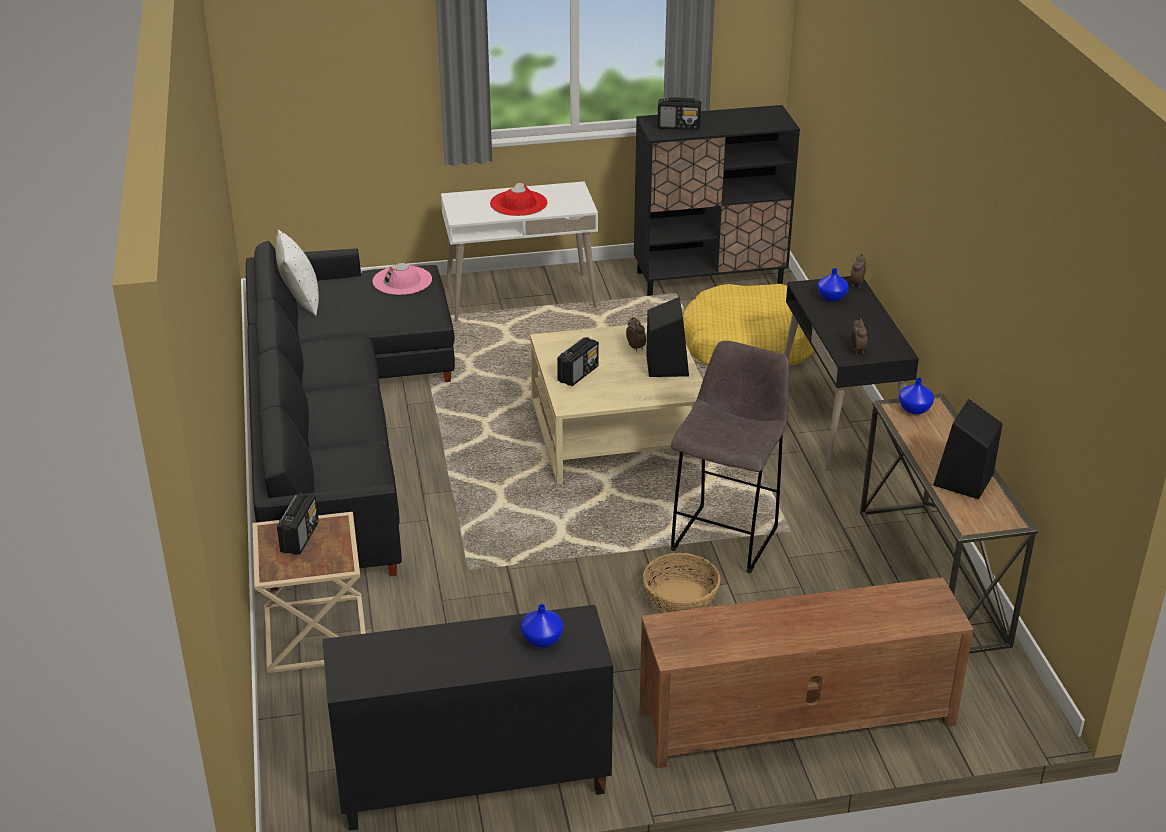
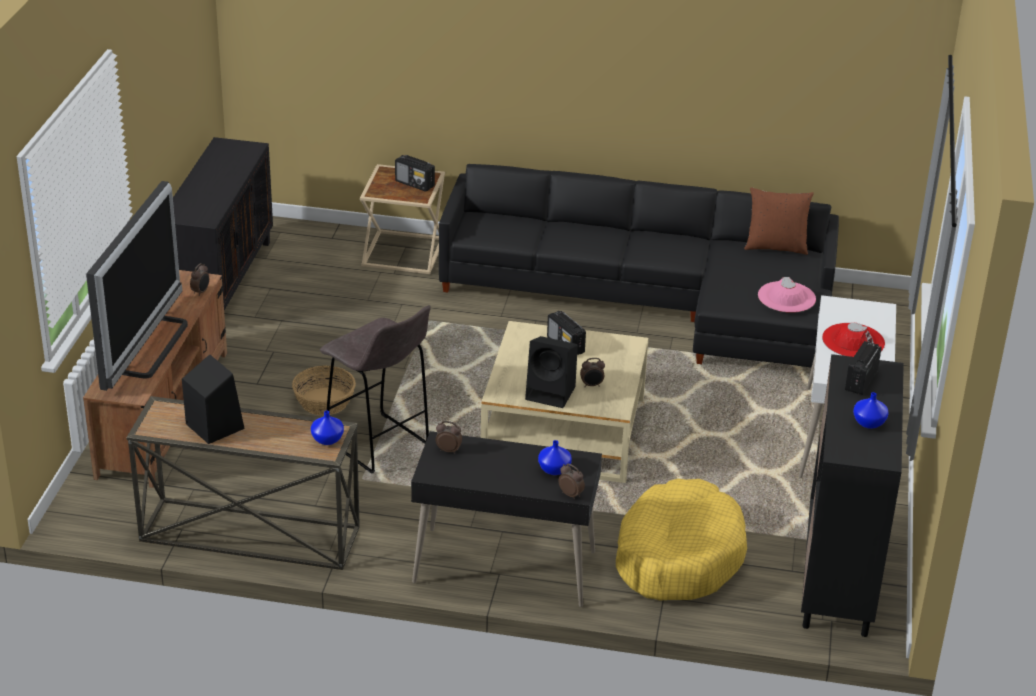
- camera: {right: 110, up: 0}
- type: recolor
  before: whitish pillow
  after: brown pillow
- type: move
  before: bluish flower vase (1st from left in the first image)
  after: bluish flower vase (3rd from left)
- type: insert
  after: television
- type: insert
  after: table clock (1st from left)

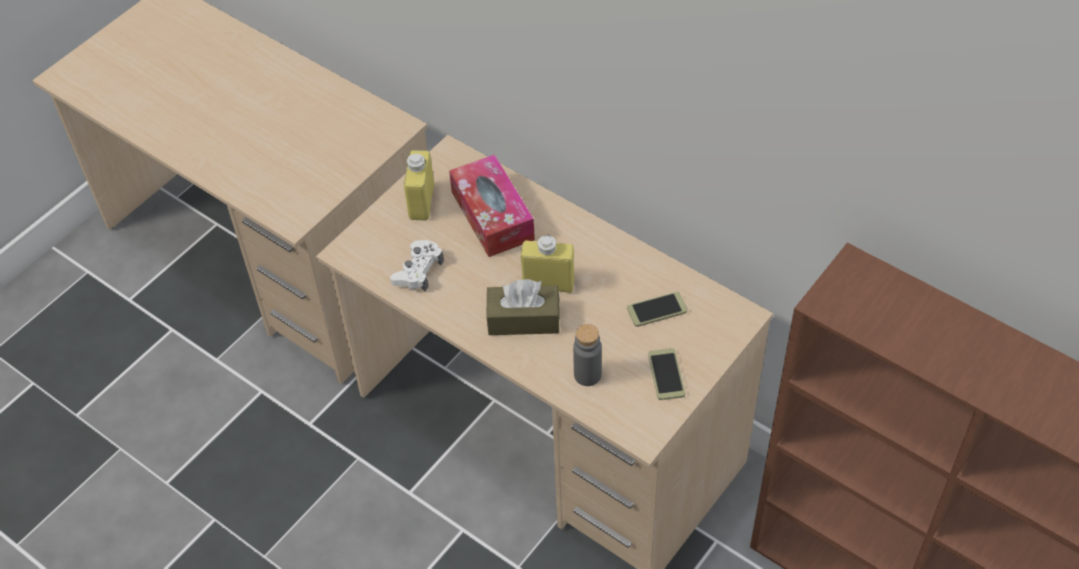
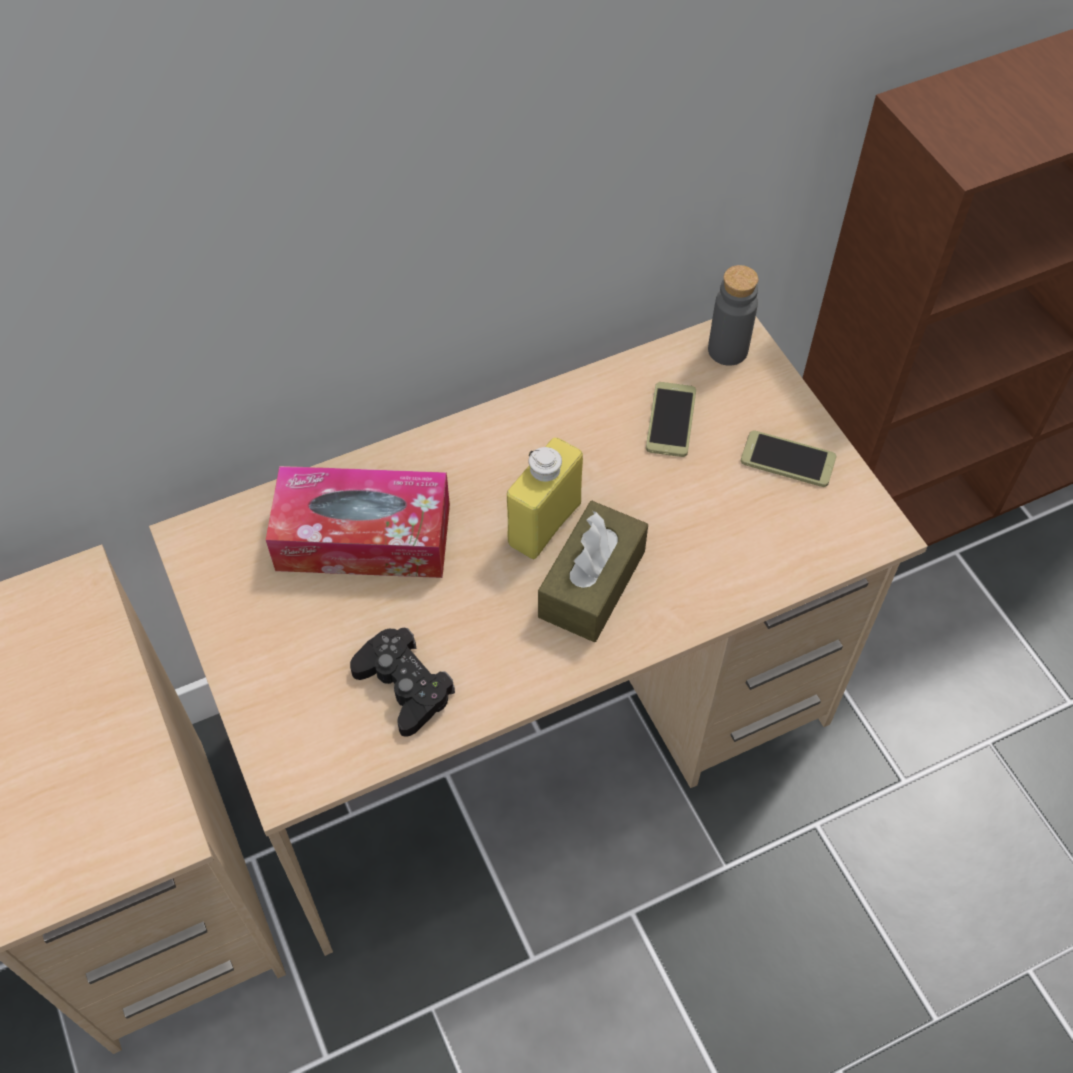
- camera: {right: -65, up: 5}
- type: delete
  before: yellow-coloured bottle (1st from left)
- type: recolor
  before: whitish joypad
  after: blackish joypad
- type: move
  before: greyish bottle

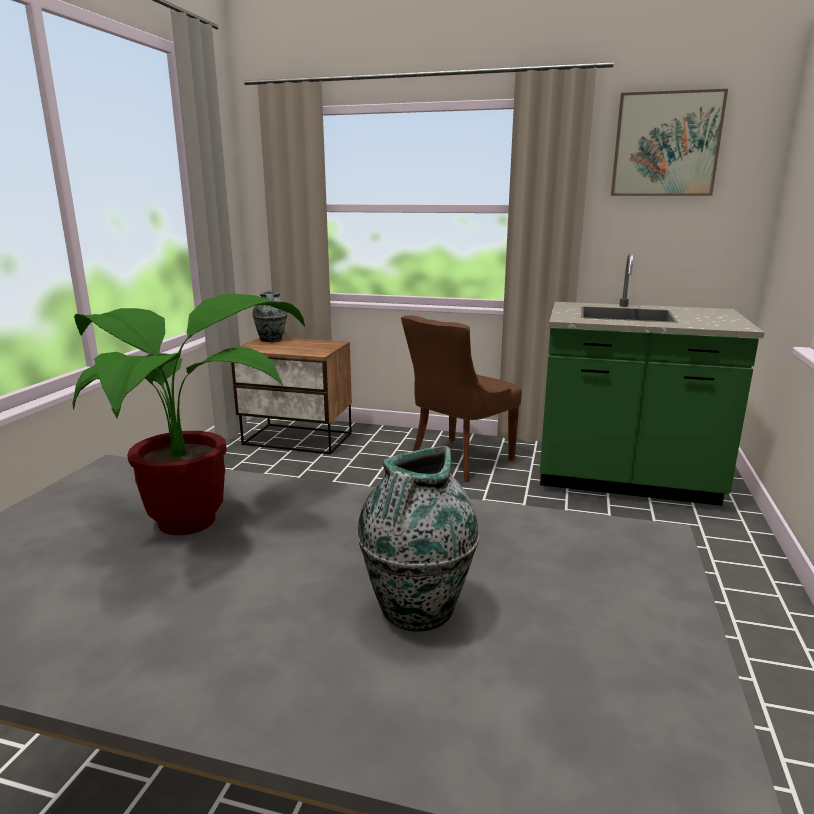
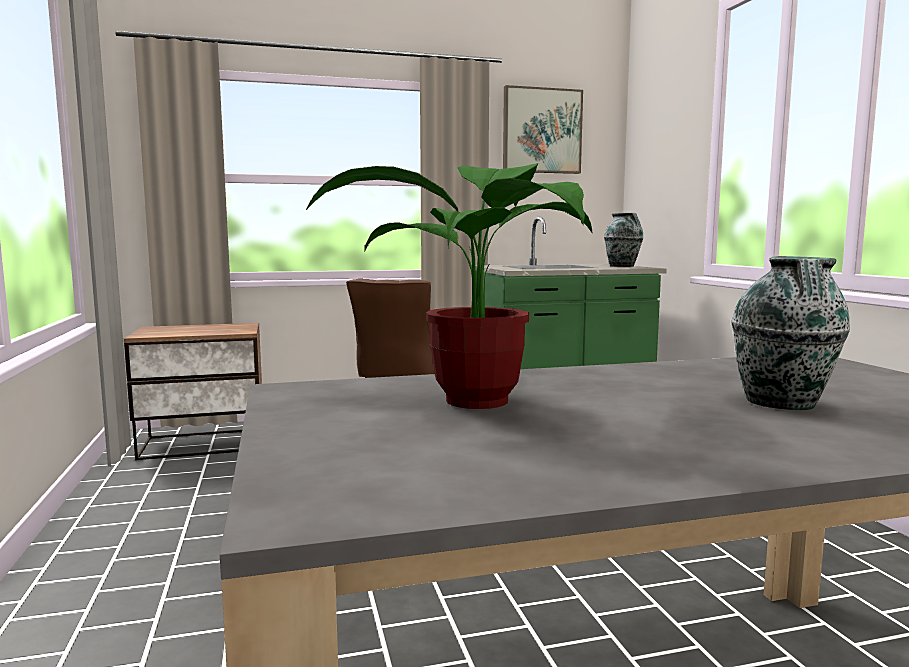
- camera: {right: -30, up: -10}
- type: move
  before: flower vase (1st from left)

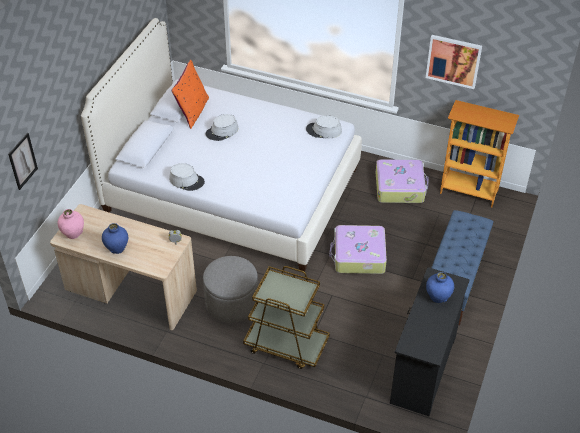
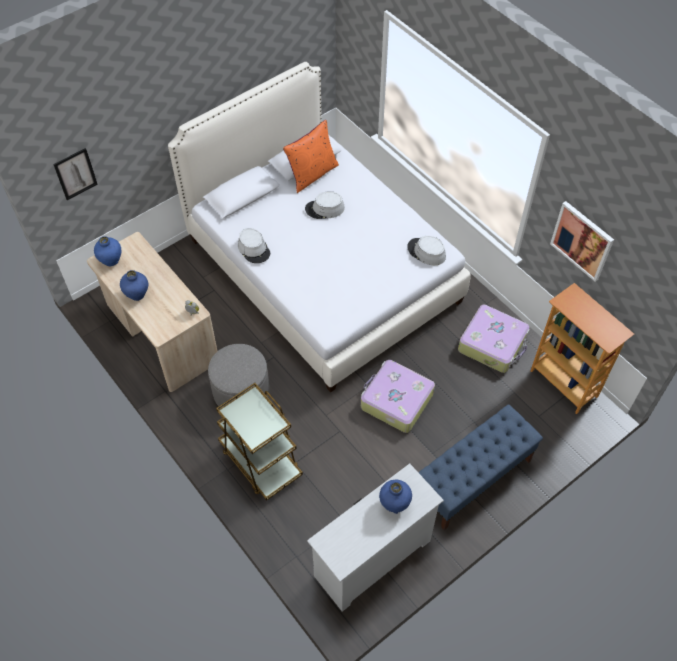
- camera: {right: 30, up: 10}
- type: recolor
  before: pink flower vase
  after: bluish flower vase (1st from left)
- type: recolor
  before: blackish dresser
  after: whitish dresser

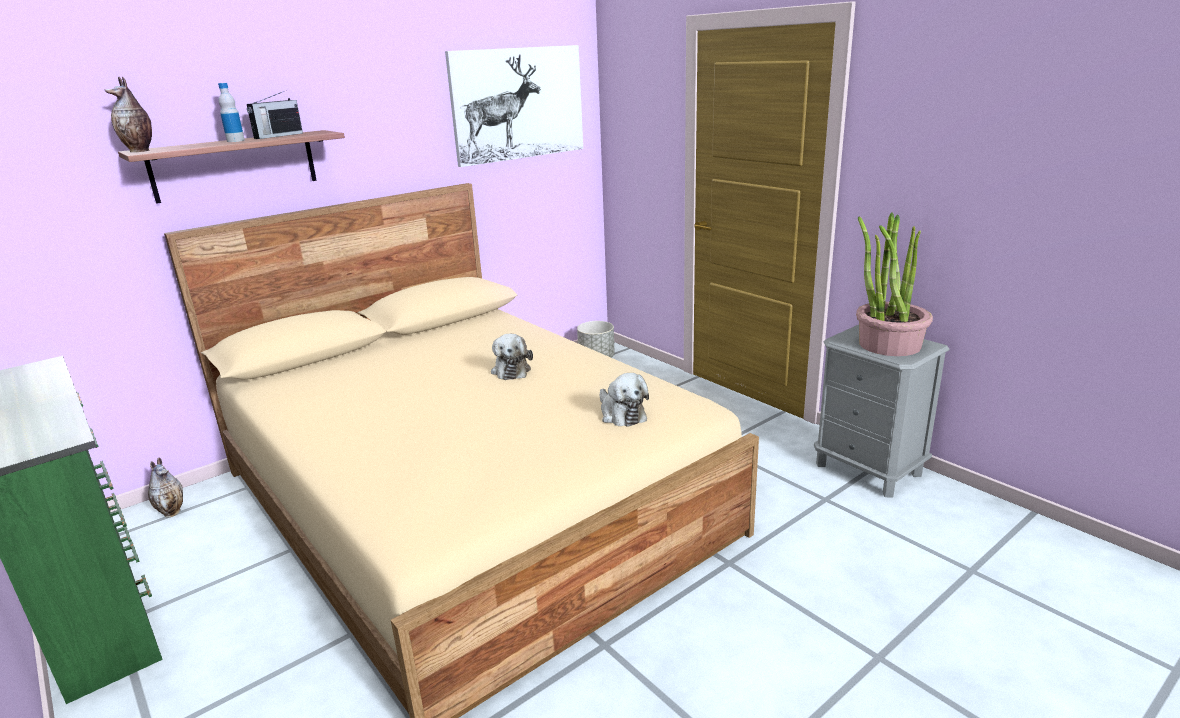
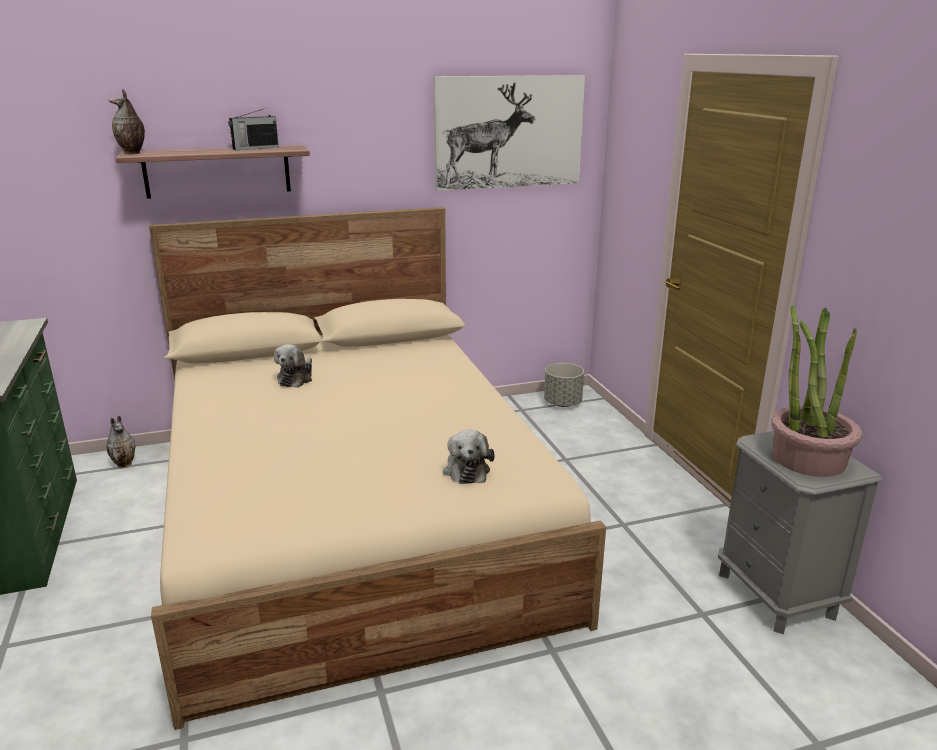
- camera: {right: 20, up: 0}
- type: delete
  before: bottle
- type: move
  before: cuddly toy (1st from left)

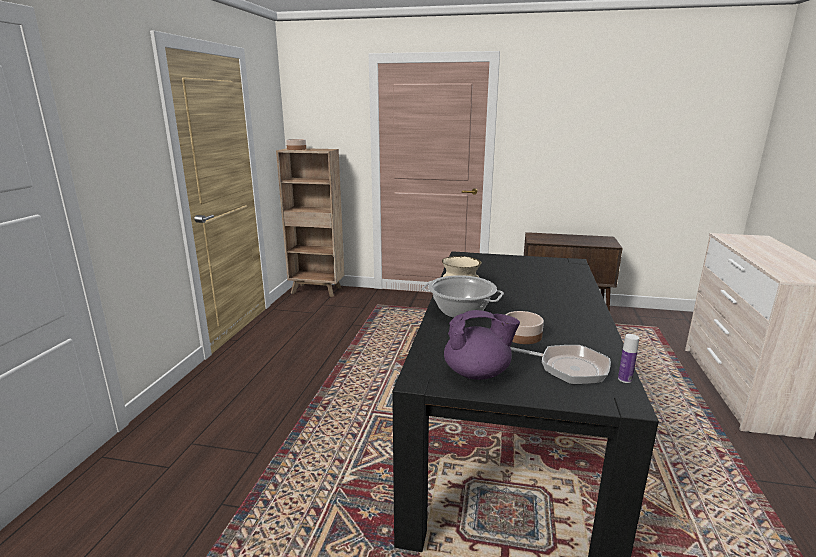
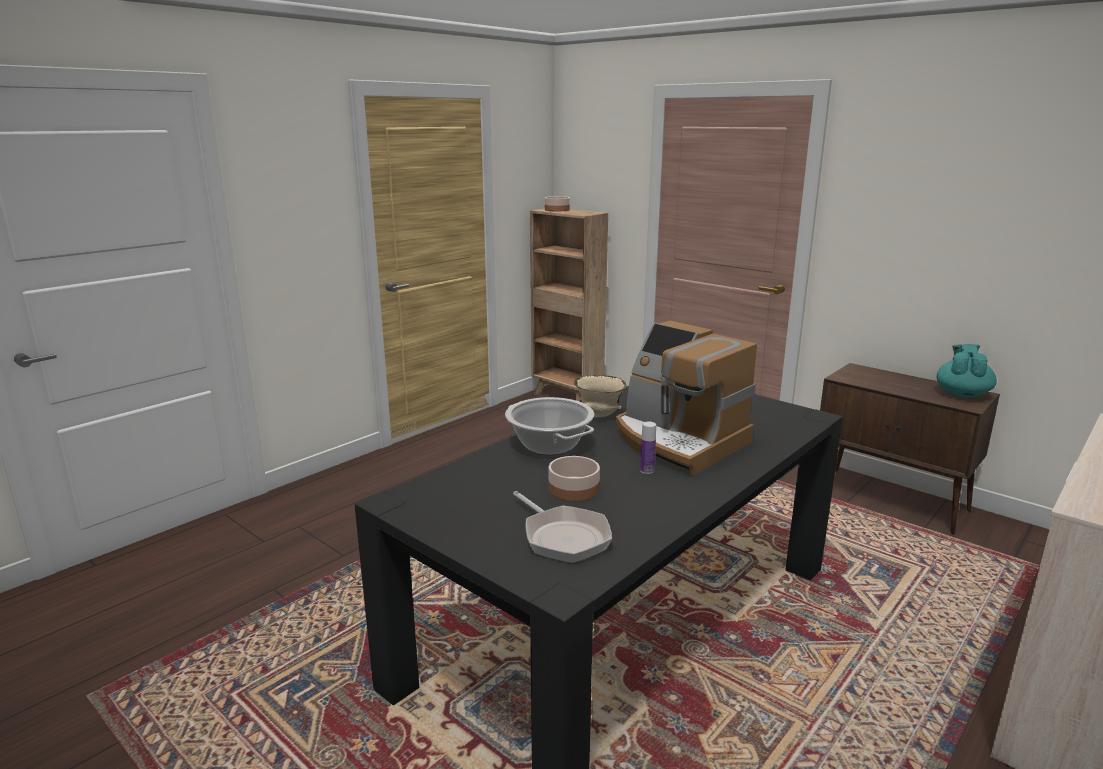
- camera: {right: 30, up: 0}
- type: delete
  before: purple-coloured tea pot
- type: move
  before: bottle
- type: insert
  after: coffee machine
- type: insert
  after: turquoise-coloured tea pot

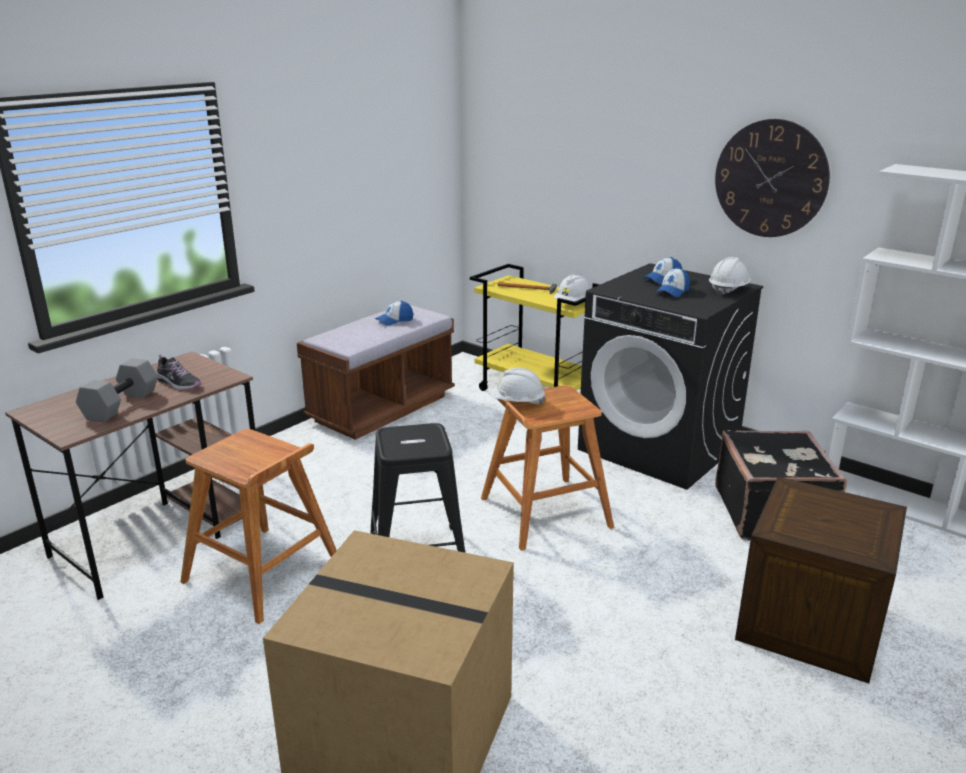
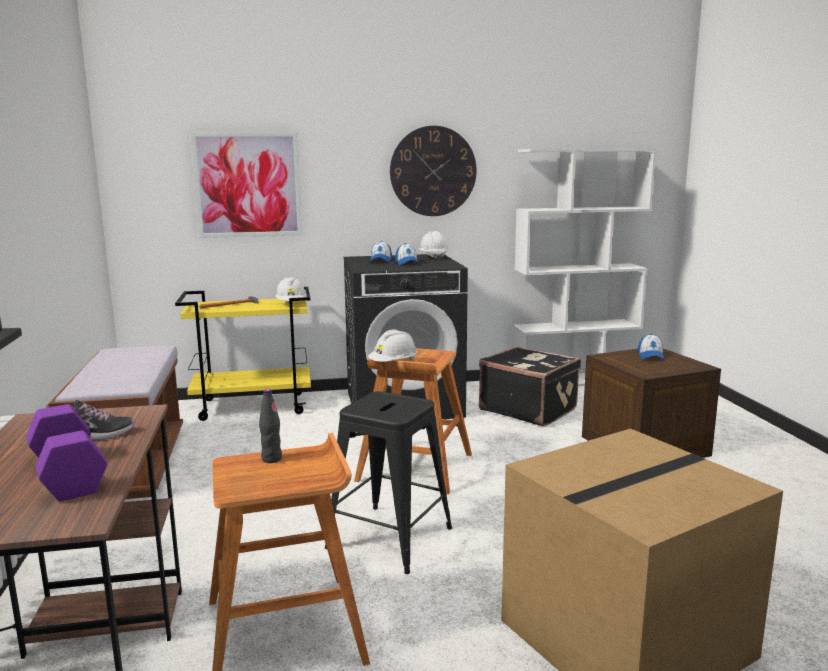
- camera: {right: -50, up: -10}
- type: move
  before: baseball cap (1st from left in the first image)
  after: baseball cap (3rd from left)
- type: recolor
  before: greyish dumbbell
  after: purple-coloured dumbbell
- type: insert
  after: wall art
- type: insert
  after: blackish bottle

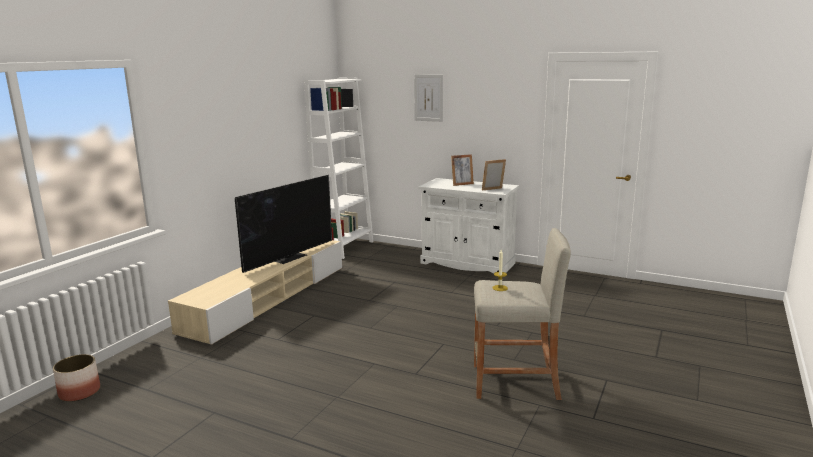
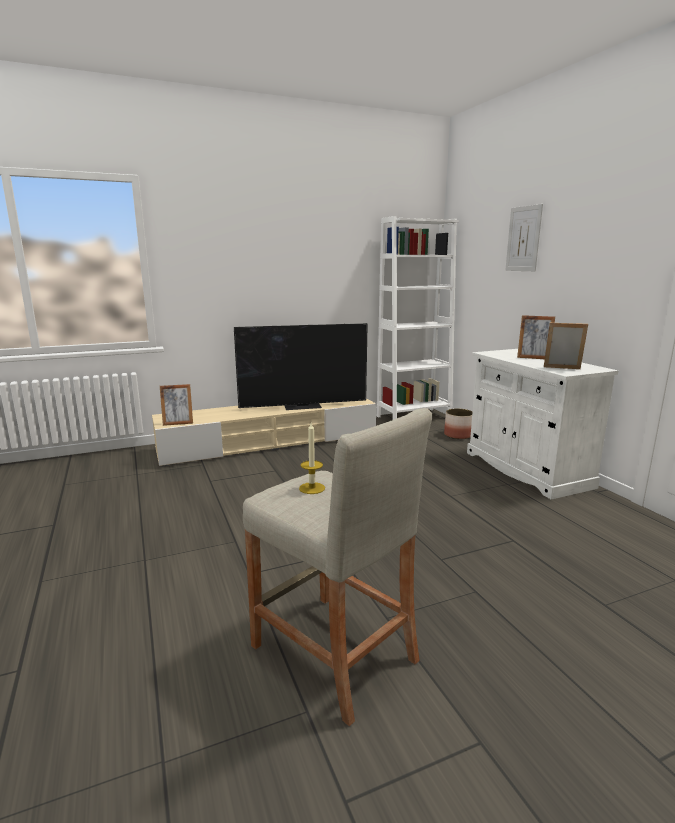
- camera: {right: 40, up: 0}
- type: move
  before: plant pot
- type: insert
  after: standing frame (1st from left)

